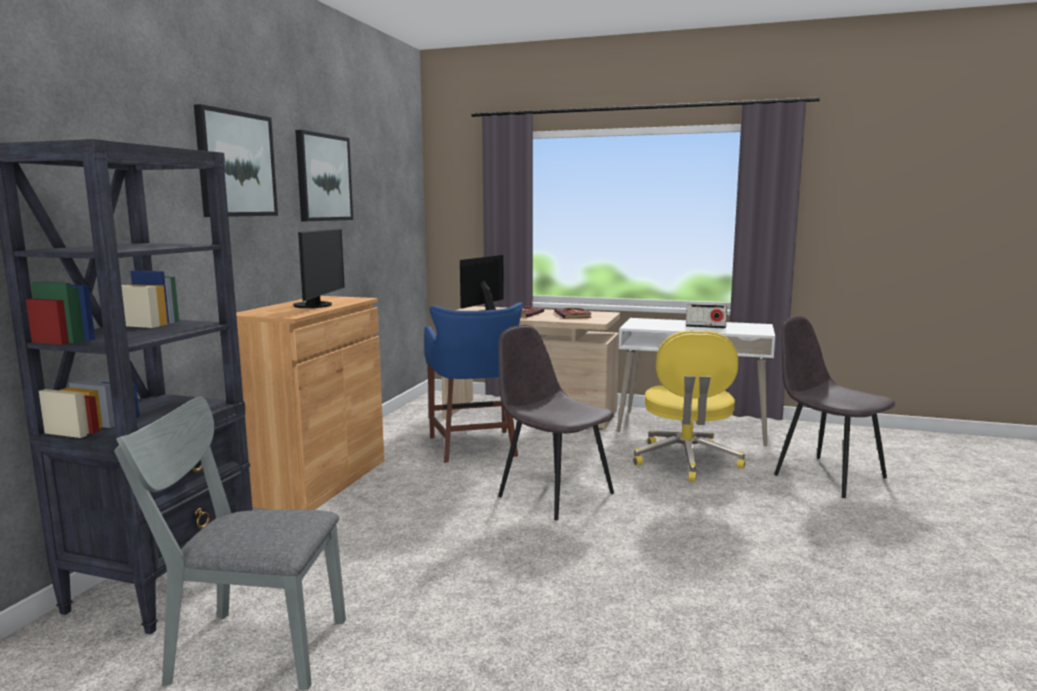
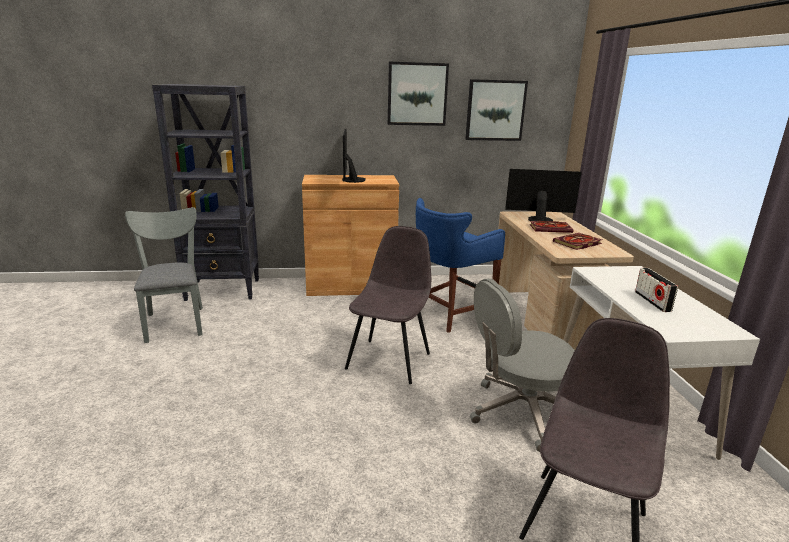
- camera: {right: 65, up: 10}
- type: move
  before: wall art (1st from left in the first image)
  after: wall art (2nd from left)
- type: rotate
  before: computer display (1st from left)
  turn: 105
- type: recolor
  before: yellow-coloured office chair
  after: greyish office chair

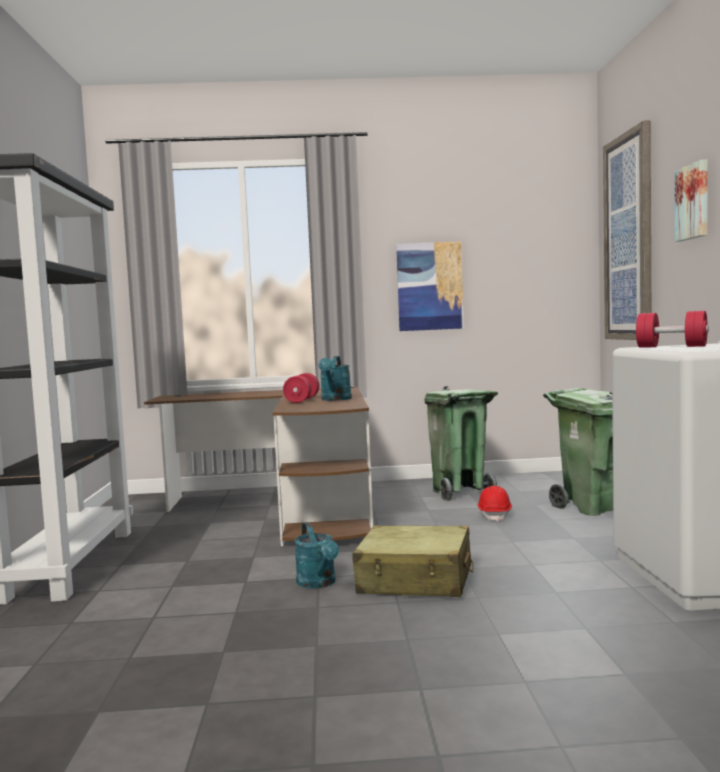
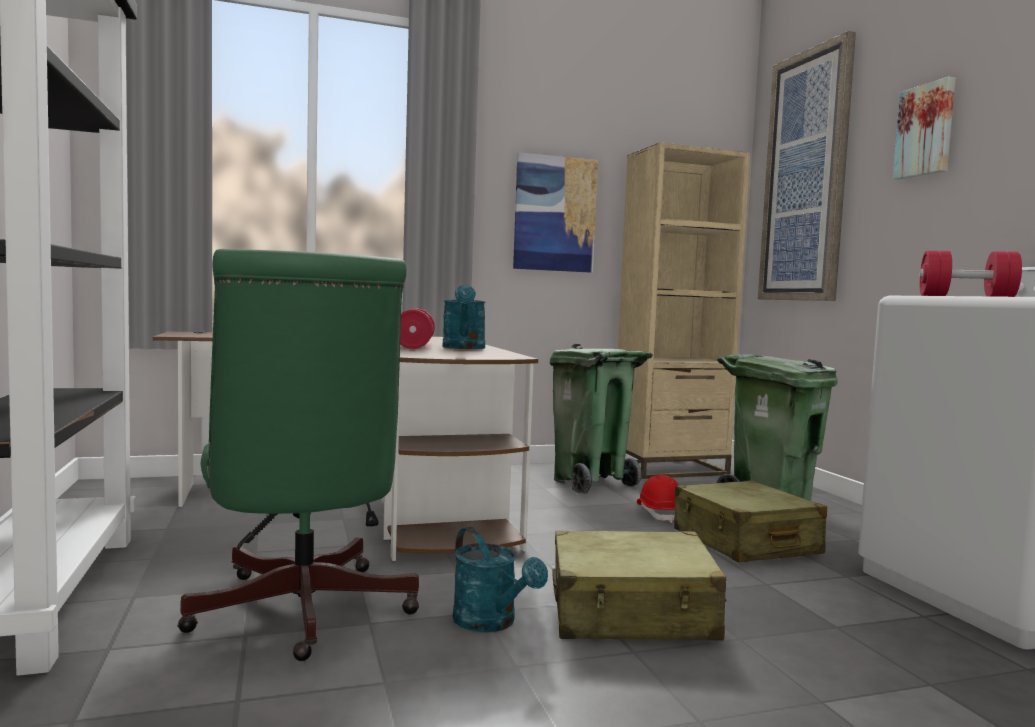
- camera: {right: -15, up: 0}
- type: insert
  after: sand-coloured bookcase
- type: insert
  after: green-coloured office chair
- type: insert
  after: sand-coloured suitcase (2nd from left)

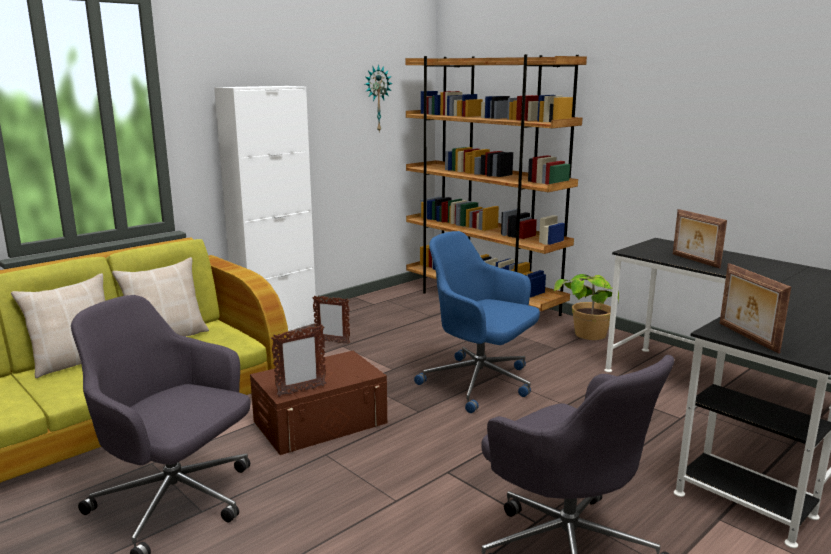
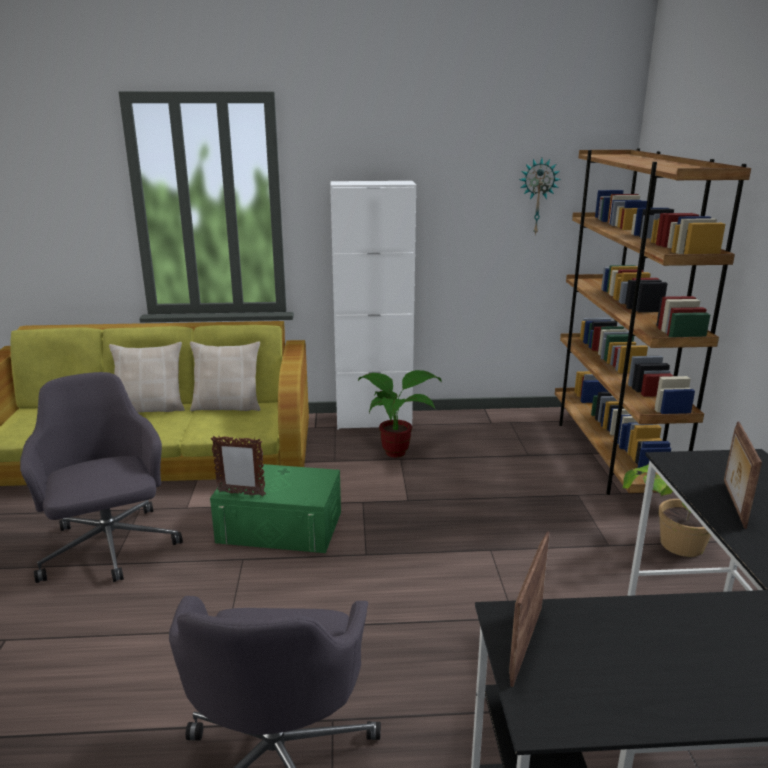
- camera: {right: 40, up: 5}
- type: delete
  before: bluish office chair
- type: replace
  before: standing frame (2nd from left)
  after: plant in a pot (1st from left)
- type: recolor
  before: brown storage bin
  after: green-coloured storage bin

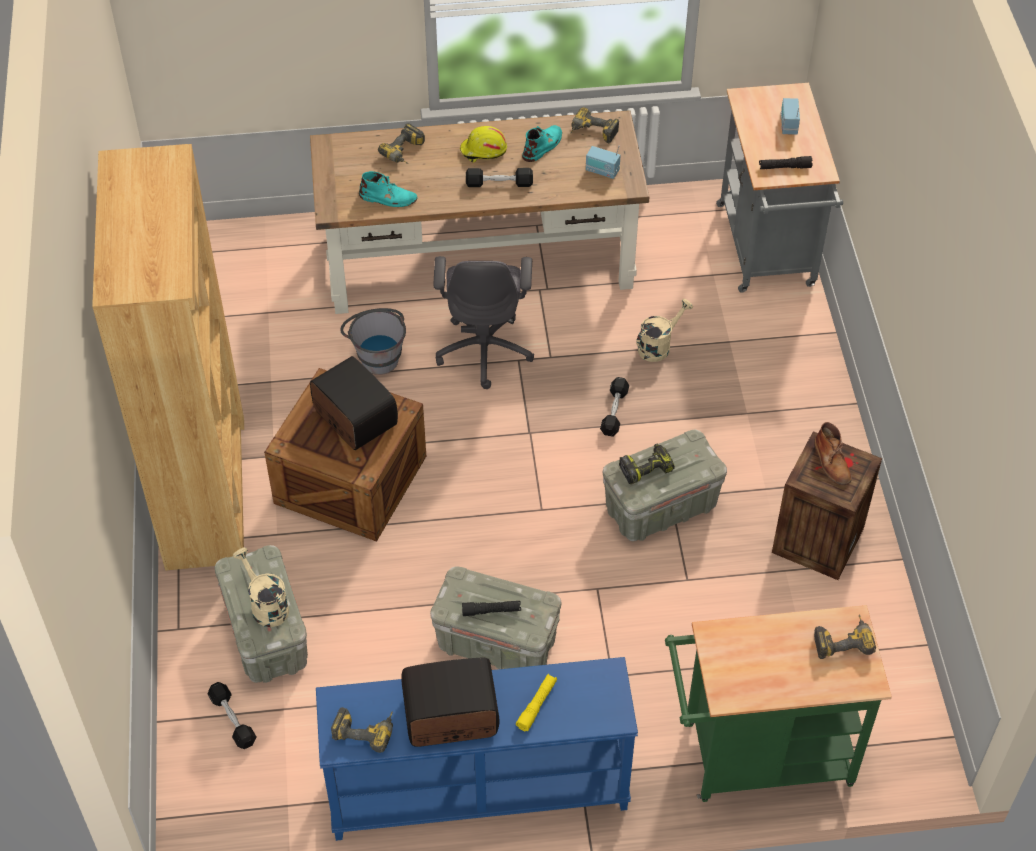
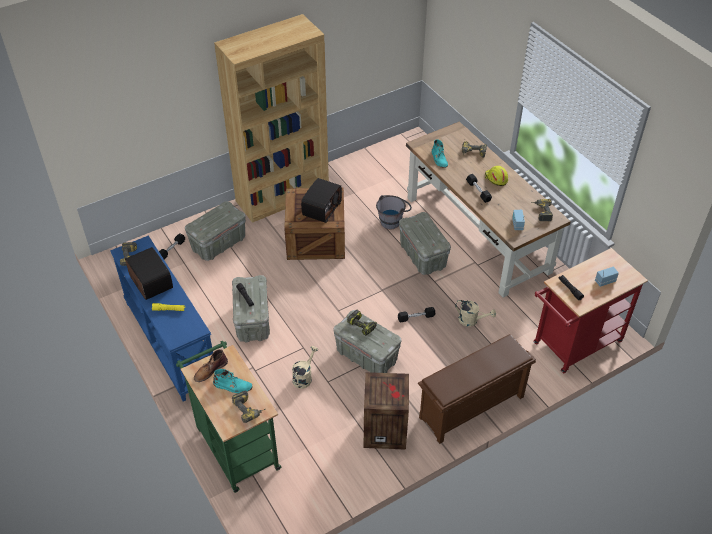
- camera: {right: 65, up: -5}
- type: recolor
  before: greyish trolley
  after: reddish trolley
- type: move
  before: turquoise-coloured high-top boot (2nd from left in the first image)
  after: turquoise-coloured high-top boot (1st from left)
- type: replace
  before: greyish office chair
  after: greyish storage bin (4th from left)
- type: move
  before: brown high-top boot
- type: move
  before: sand-coloured watering pot (1st from left)
- type: insert
  after: brown shoe rack

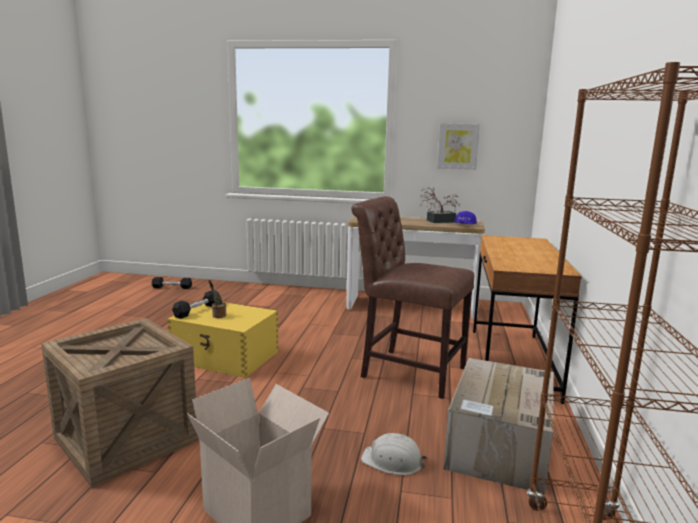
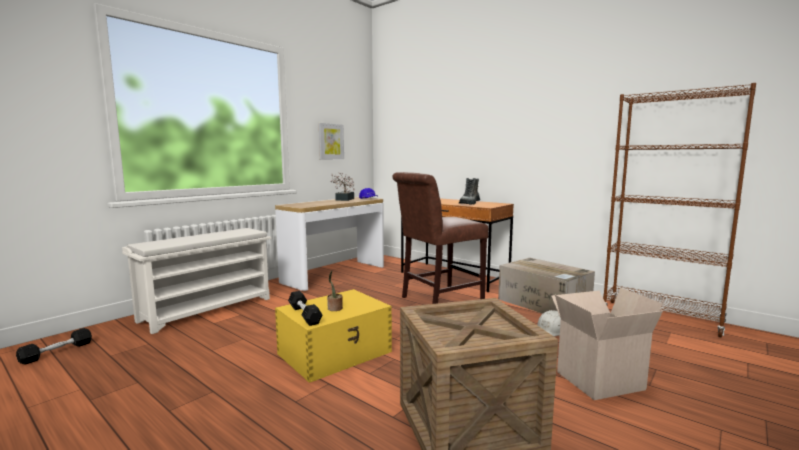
- camera: {right: -60, up: -5}
- type: insert
  after: high-top boot
- type: insert
  after: whitish shoe rack

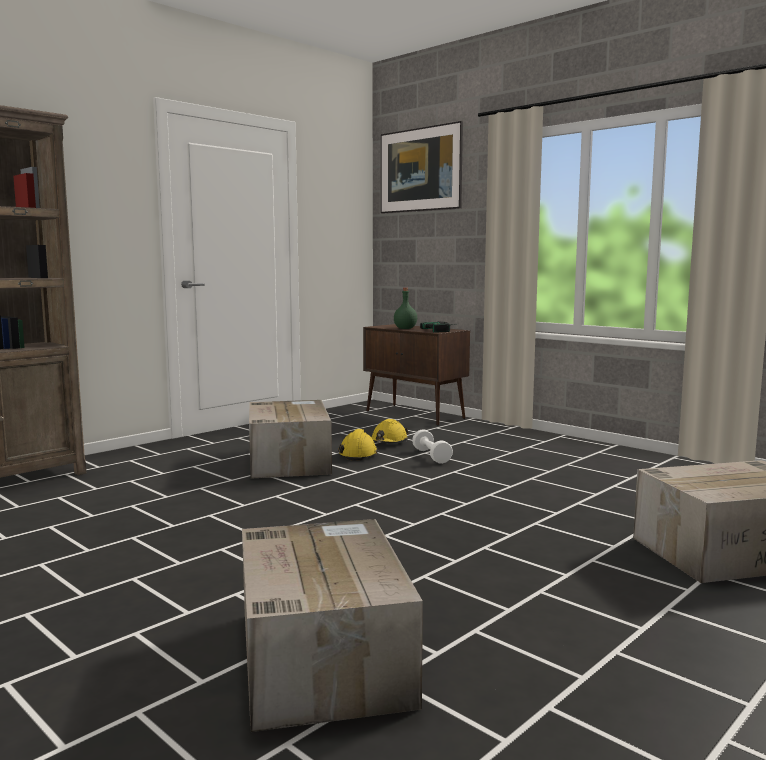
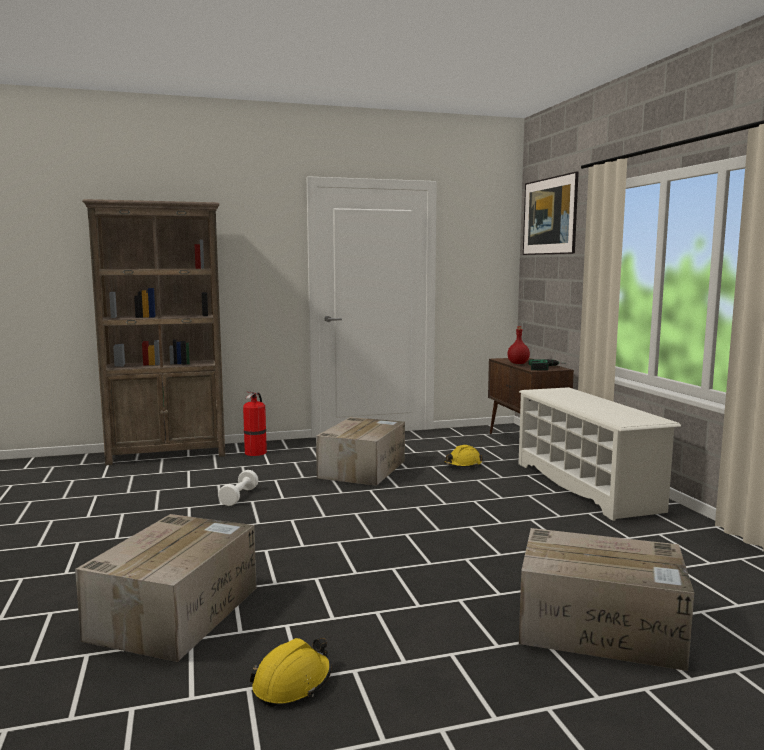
- camera: {right: 30, up: 0}
- type: recolor
  before: green-coloured bottle
  after: reddish bottle
- type: move
  before: yellow-coloured work helmet (1st from left)
- type: move
  before: whitish dumbbell
- type: insert
  after: whitish shoe rack
- type: insert
  after: fire-fighting cylinder

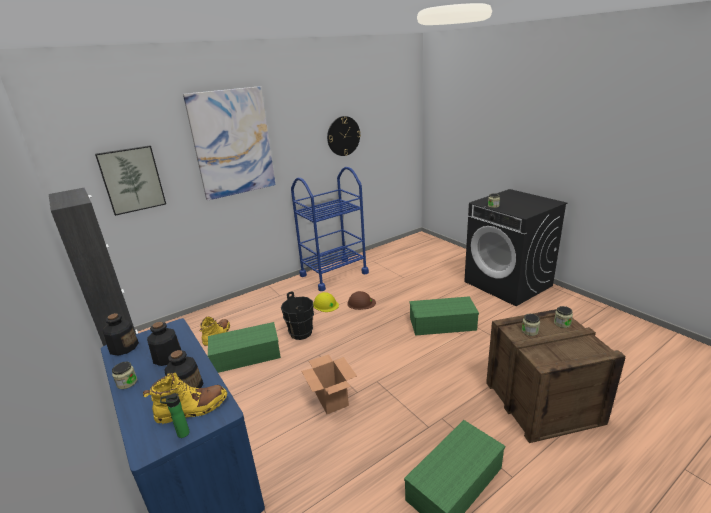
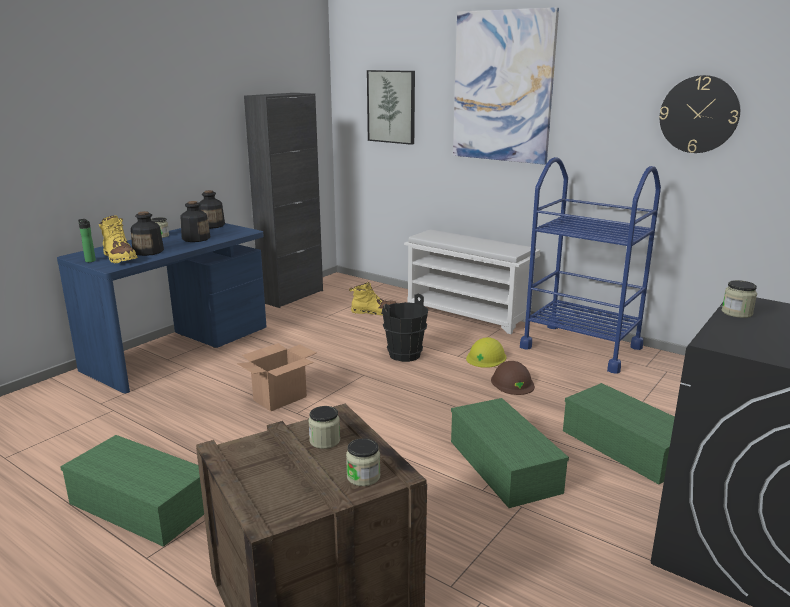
- camera: {right: 70, up: -5}
- type: move
  before: green-coloured storage bin (1st from left in the first image)
  after: green-coloured storage bin (3rd from left)
- type: insert
  after: whitish shoe rack

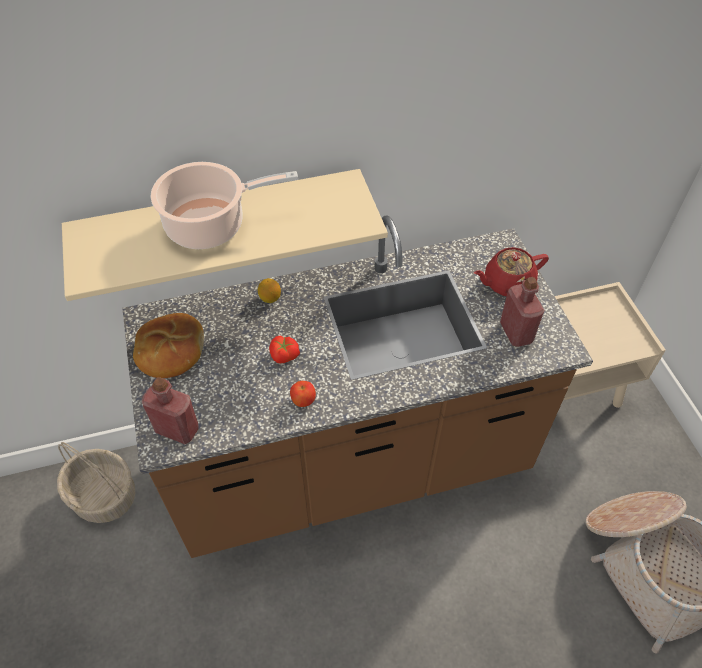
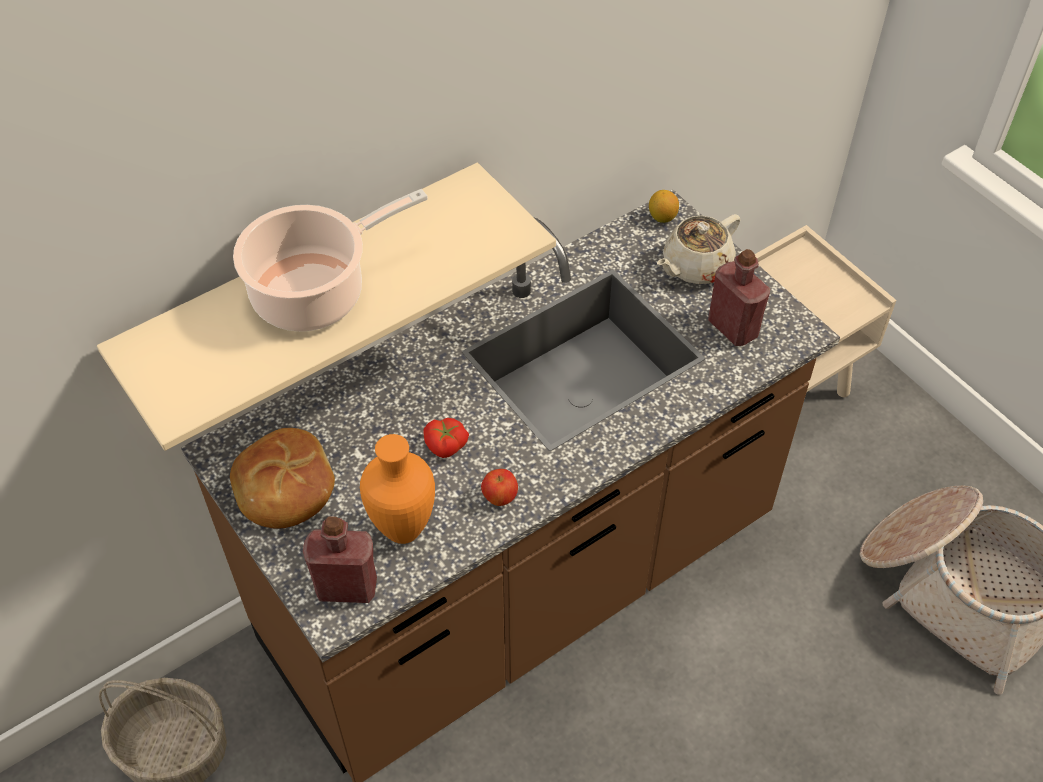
- camera: {right: -20, up: 0}
- type: recolor
  before: reddish tea pot
  after: sand-coloured tea pot
- type: move
  before: whole lemon
- type: insert
  after: orange flower vase

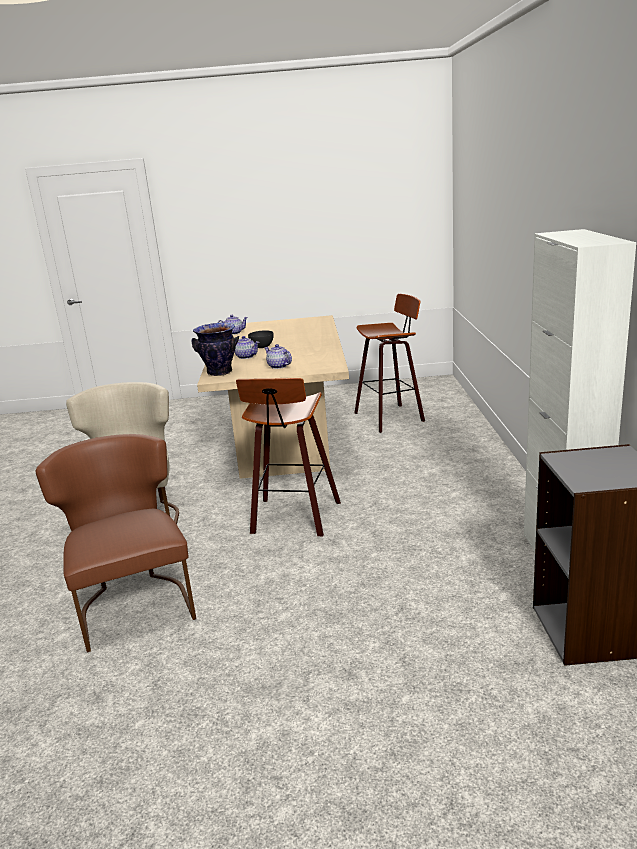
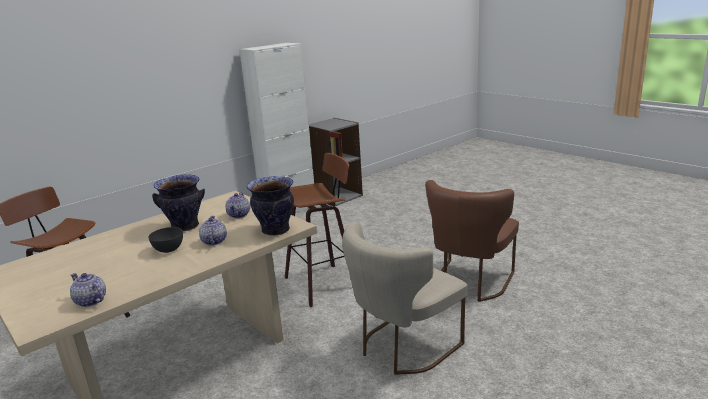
- camera: {right: -130, up: 0}
- type: insert
  after: flower vase (1st from left)

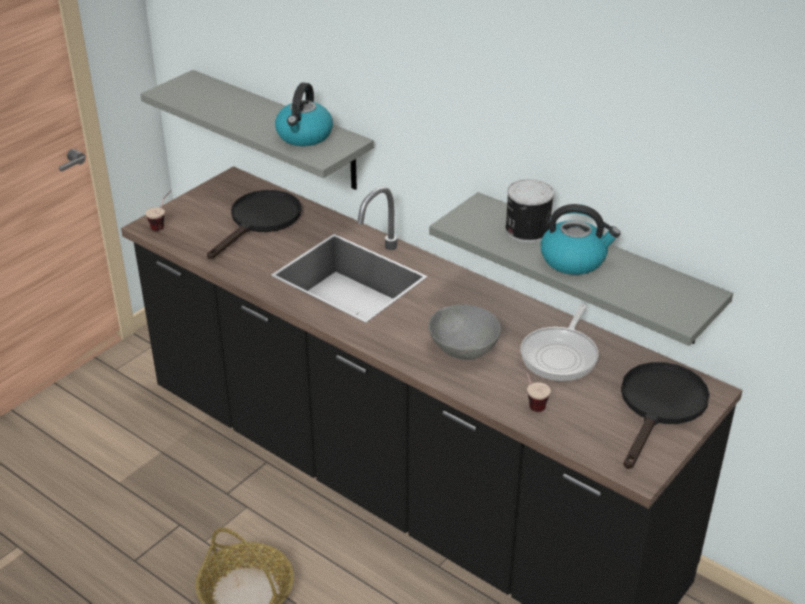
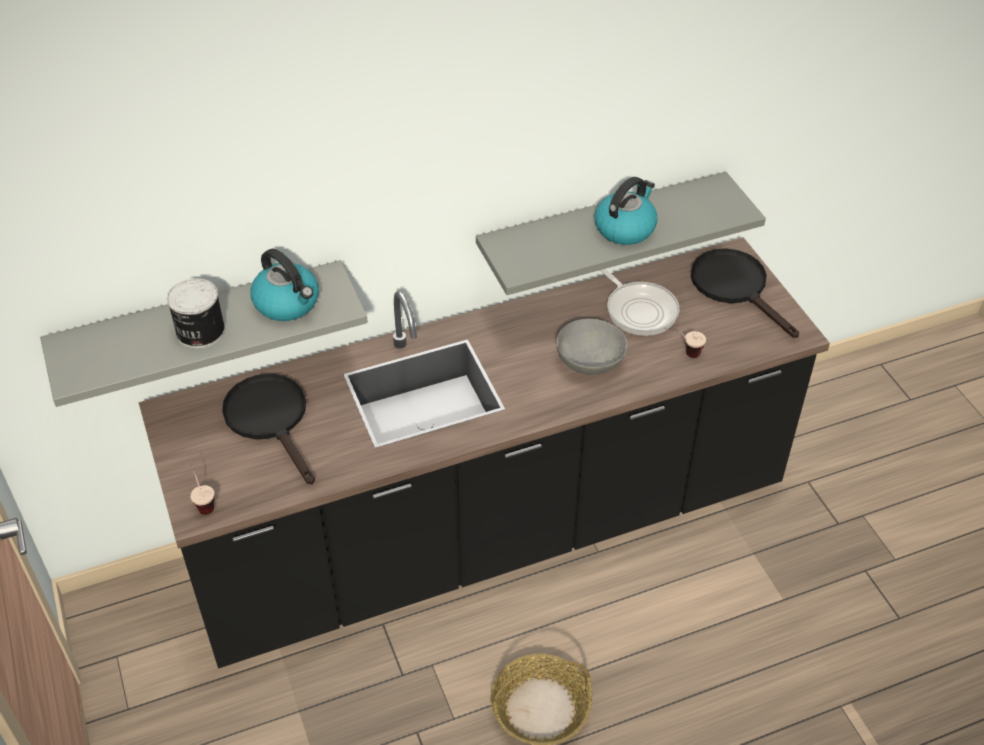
- camera: {right: -60, up: 10}
- type: move
  before: can

